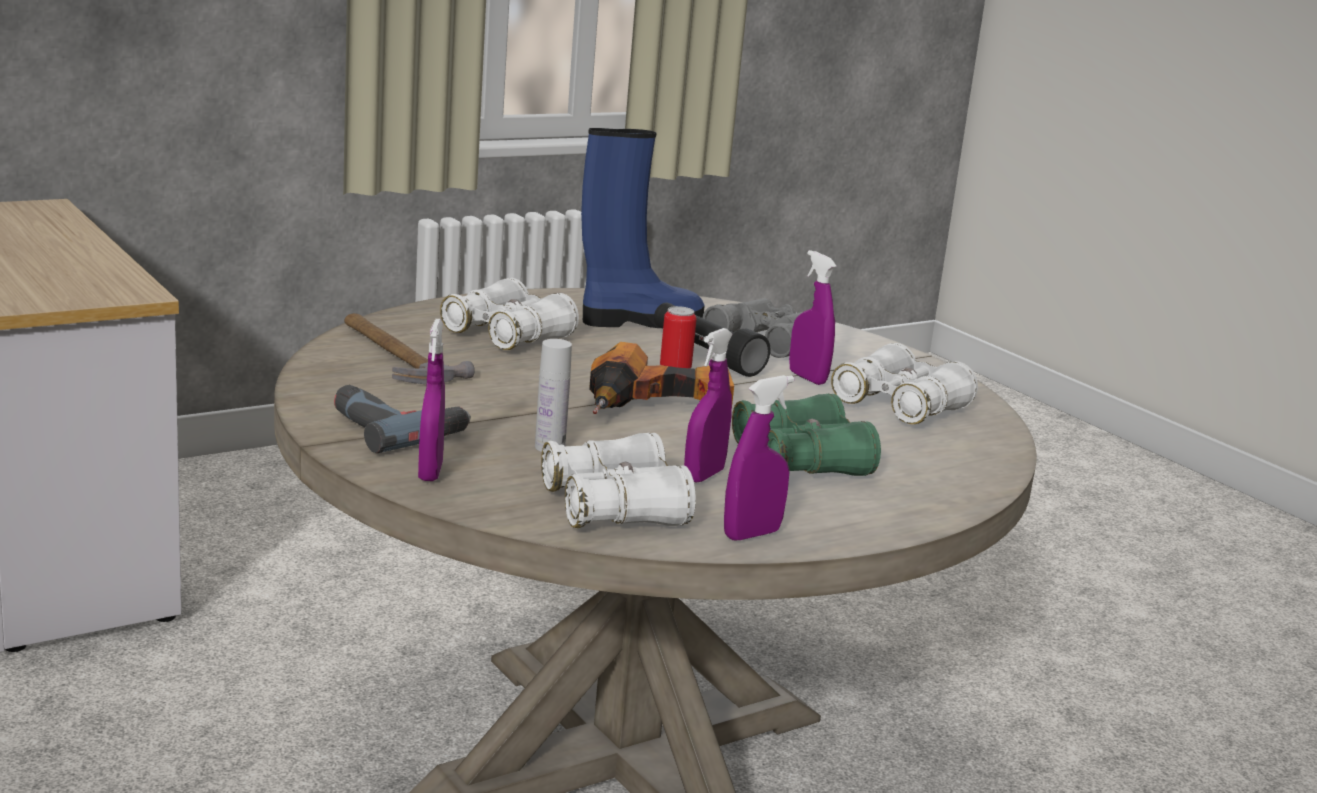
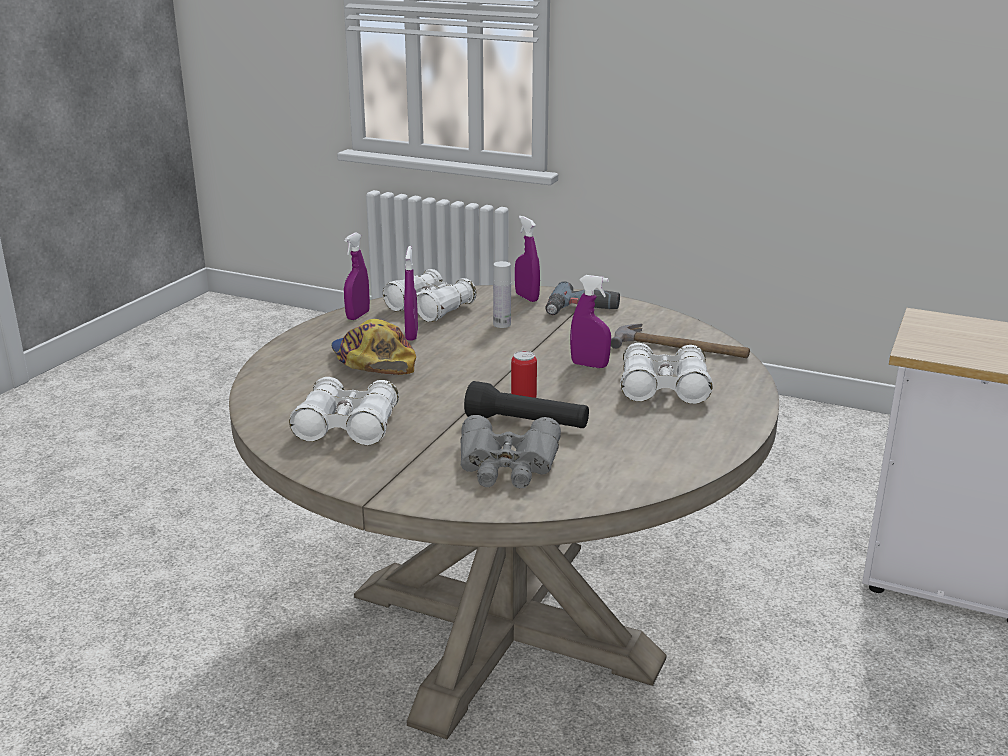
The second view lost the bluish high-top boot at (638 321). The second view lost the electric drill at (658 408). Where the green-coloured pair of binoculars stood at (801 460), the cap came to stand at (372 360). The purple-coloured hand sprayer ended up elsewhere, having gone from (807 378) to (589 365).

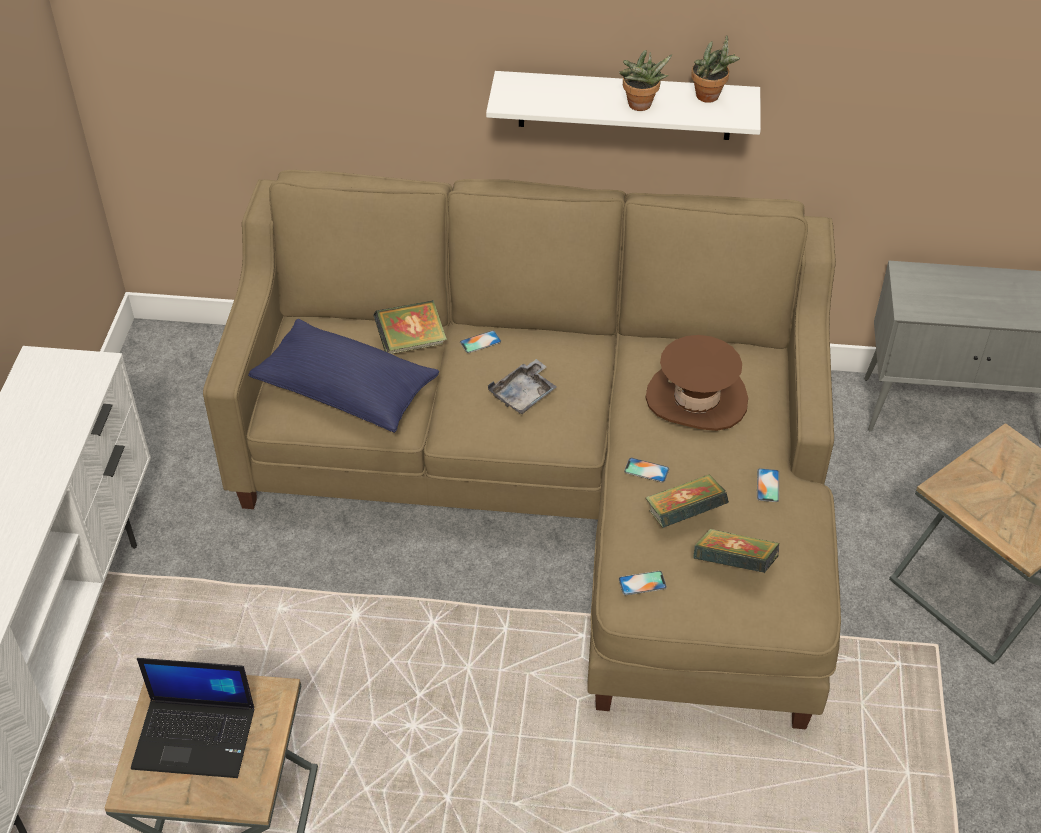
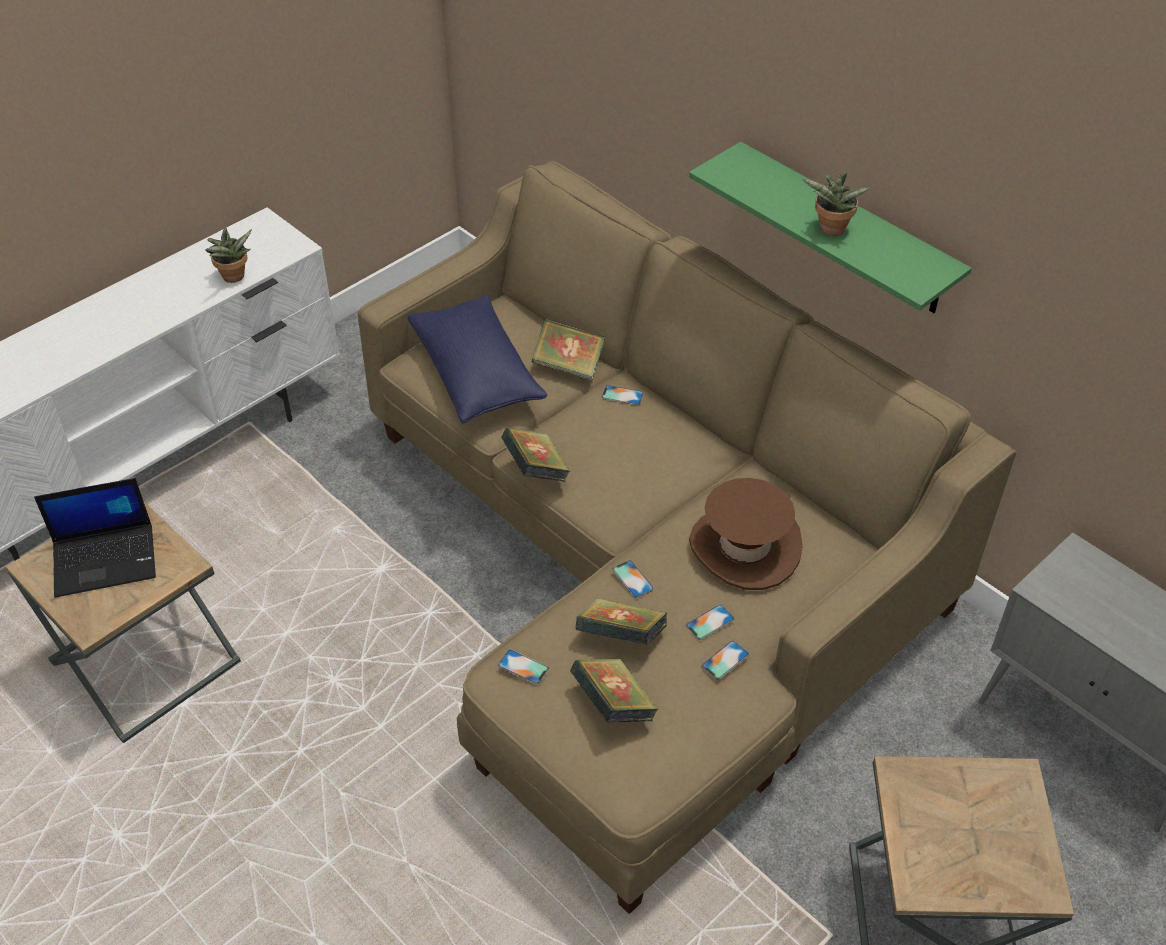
The laptop at (196 737) ended up facing another way, 60 degrees counterclockwise from before. What was the white shelf at (625 105) turned into the green-coloured shelf at (845 230). The second view lost the gray carrying tray at (524 395). The plant in a pot ended up elsewhere, having gone from (711 97) to (234 278). The second view gained the volume at (536 470). The second view gained the telephone at (710 622).

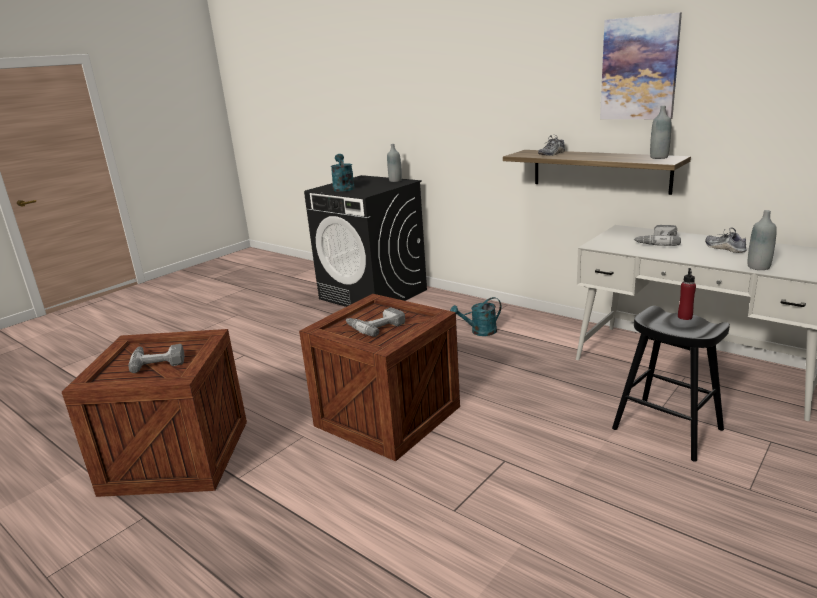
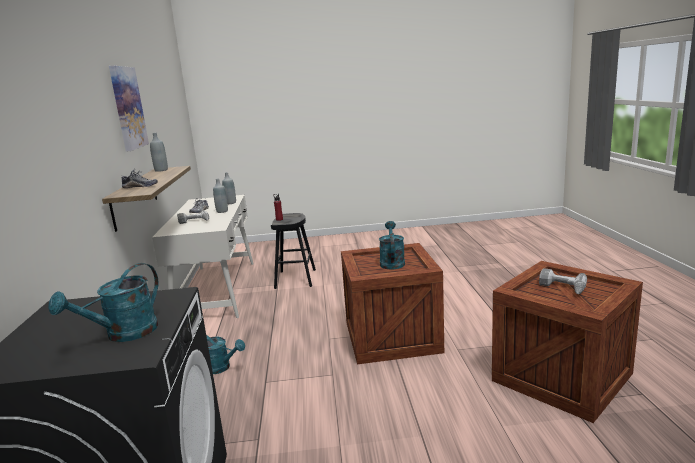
Where the electric drill stood at (375 326), the blue-green watering can came to stand at (391 262). The gray bottle ended up elsewhere, having gone from (395 180) to (222 211).

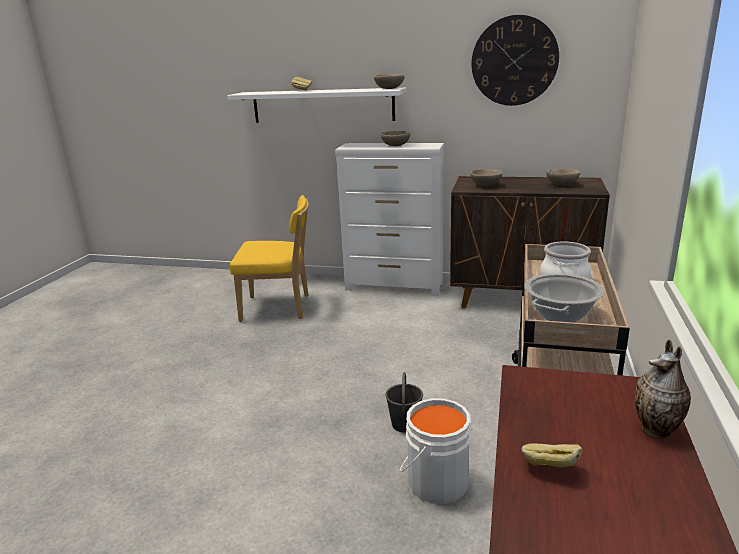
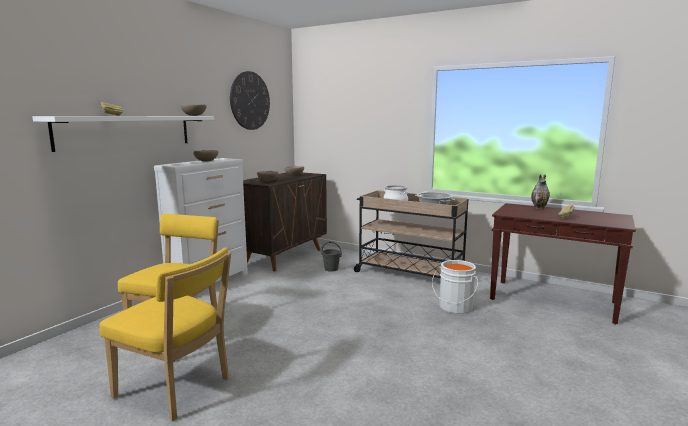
The gray water bucket ended up elsewhere, having gone from (405 424) to (331 269). The second view gained the yellow chair at (176 389).

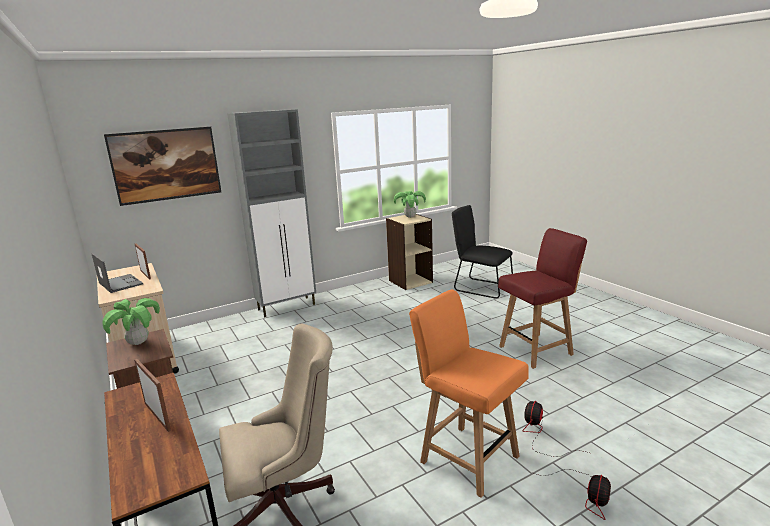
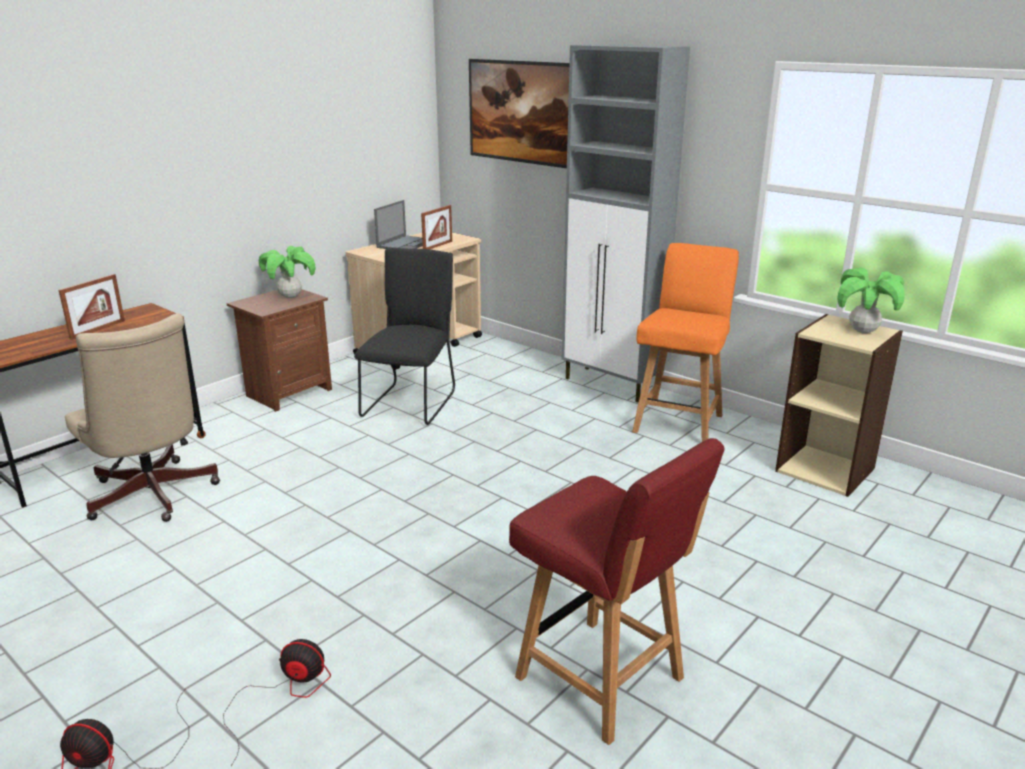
The orange-coloured chair ended up elsewhere, having gone from (467 458) to (679 422). The black chair ended up elsewhere, having gone from (480 287) to (411 402).

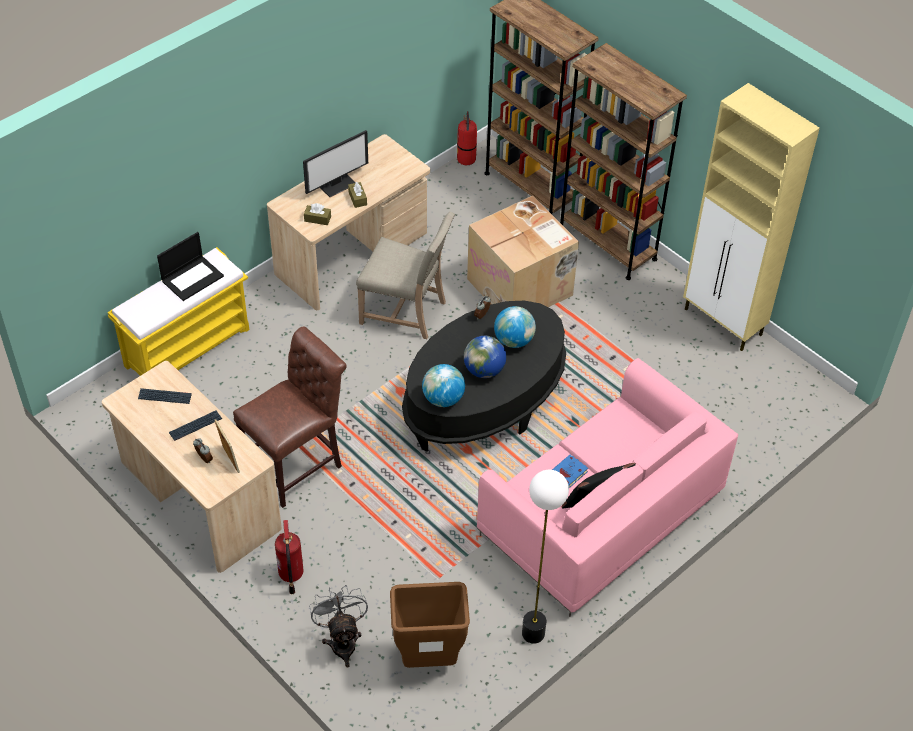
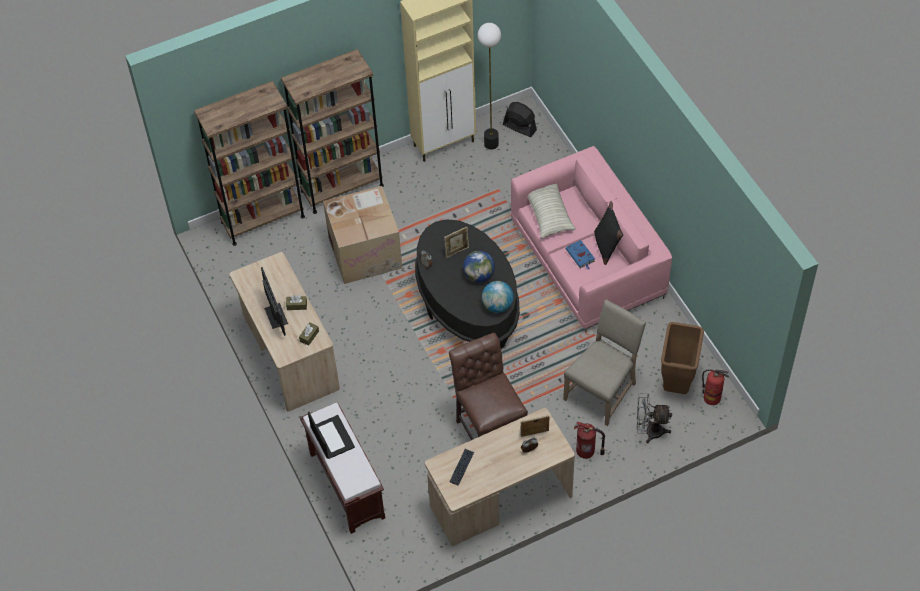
What was the yellow long seat at (188 347) turned into the brown-coloured long seat at (346 484). The second view lost the keyboard at (195 426). The beige chair ended up elsewhere, having gone from (406 312) to (602 391). The fire-fighting cylinder ended up elsewhere, having gone from (466 159) to (712 398). Where the globe stood at (514 340), the picture frame came to stand at (457 251). The standard lamp ended up elsewhere, having gone from (533 633) to (491 144). The second view gained the black fan at (519 127). The second view gained the cushion at (548 215).

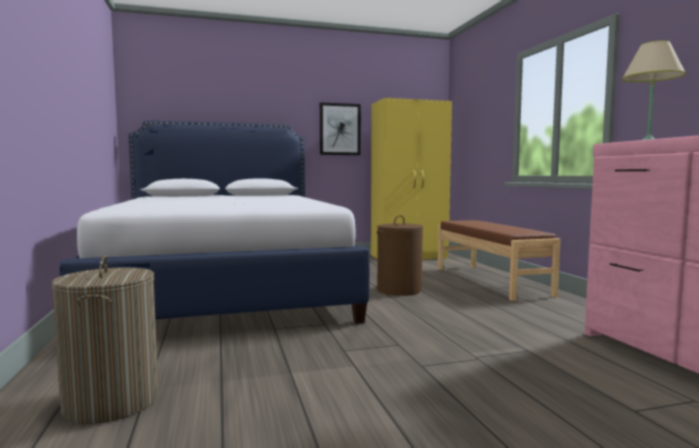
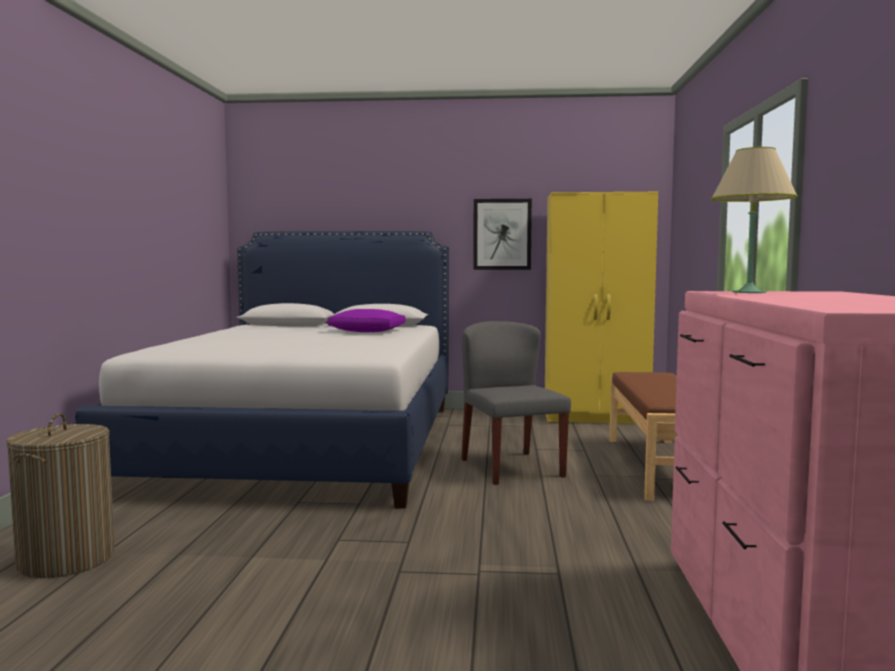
Where the brown-coloured hamper stood at (399 290), the gray chair came to stand at (511 467). The second view gained the purple-coloured cushion at (368 331).

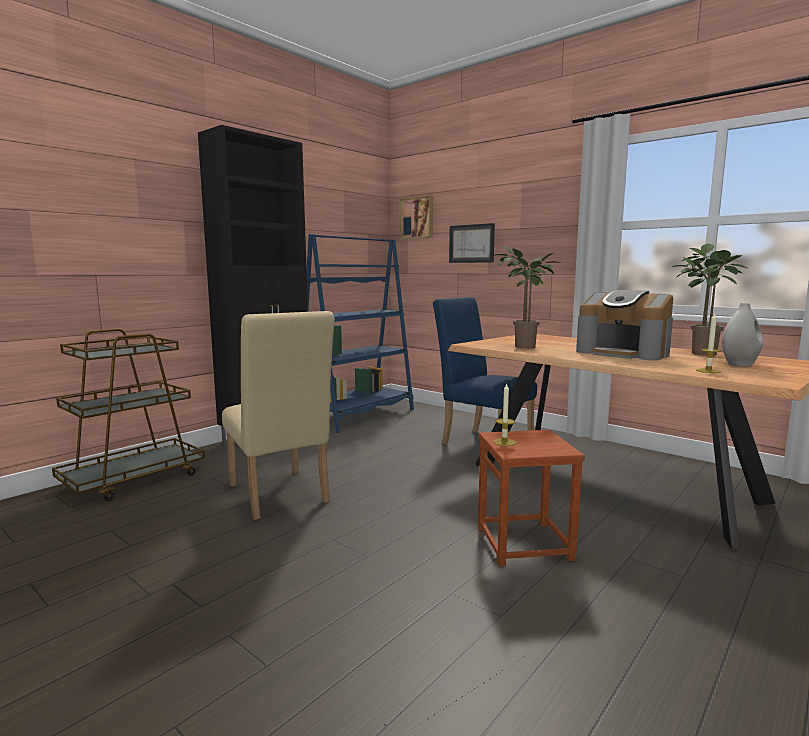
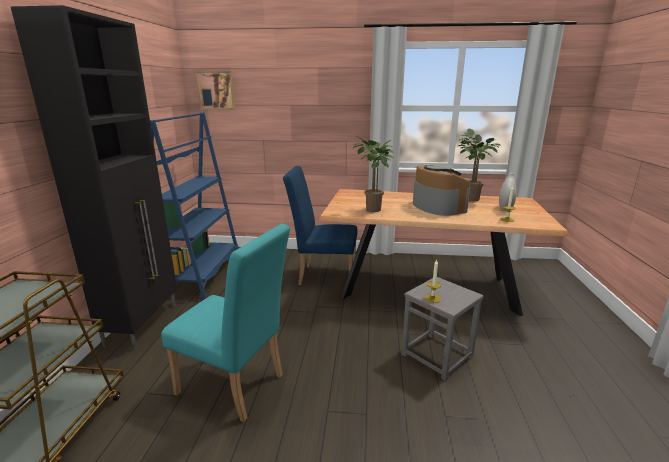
What was the beige chair at (279 497) turned into the blue-green chair at (236 387). The second view lost the wall picture at (471 243). What was the brown-coloured stool at (524 543) turned into the gray stool at (437 355). The coffee brewer at (623 353) ended up facing another way, 120 degrees counterclockwise from before.

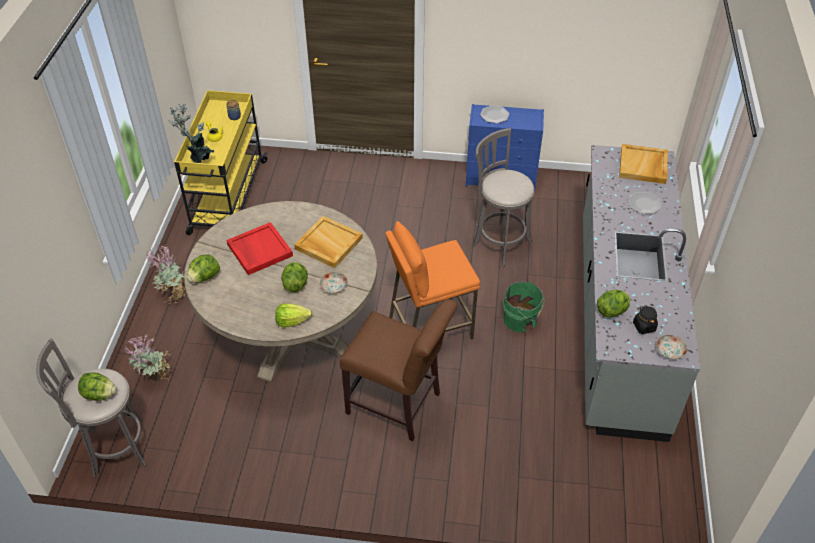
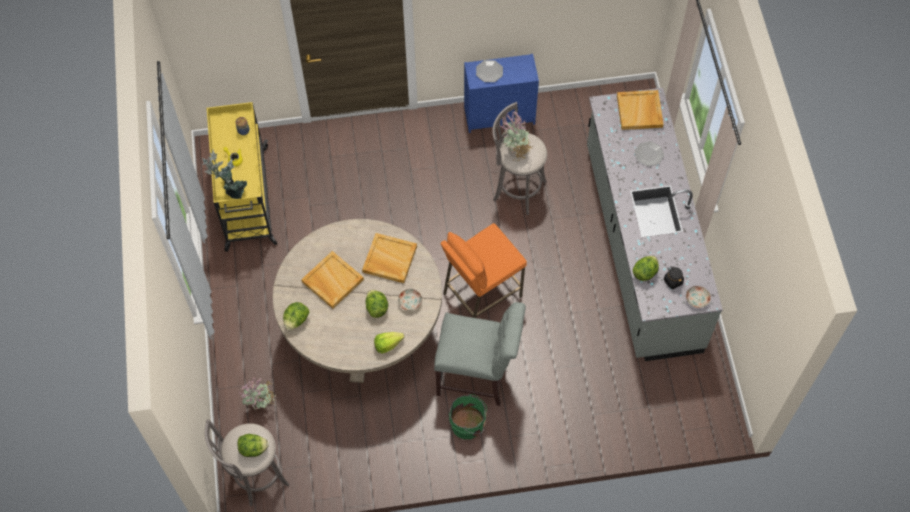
The plant in a pot ended up elsewhere, having gone from (173 295) to (515 150). What was the red-coloured carrying tray at (259 250) turned into the beige carrying tray at (332 281). What was the brown-coloured chair at (398 406) turned into the gray chair at (478 377). The green-coloured water bucket ended up elsewhere, having gone from (522 320) to (469 424).

